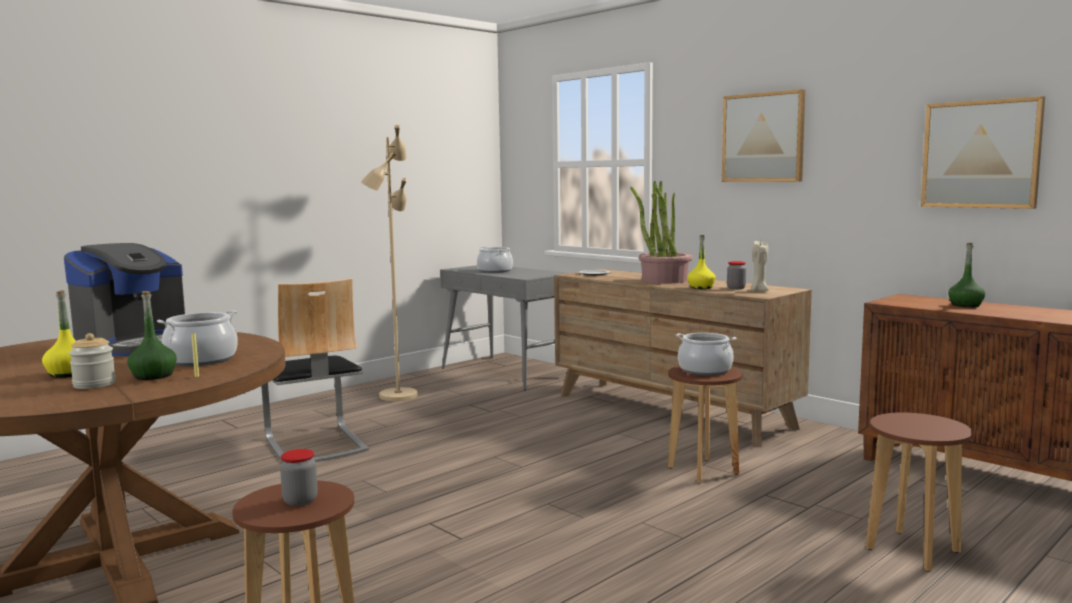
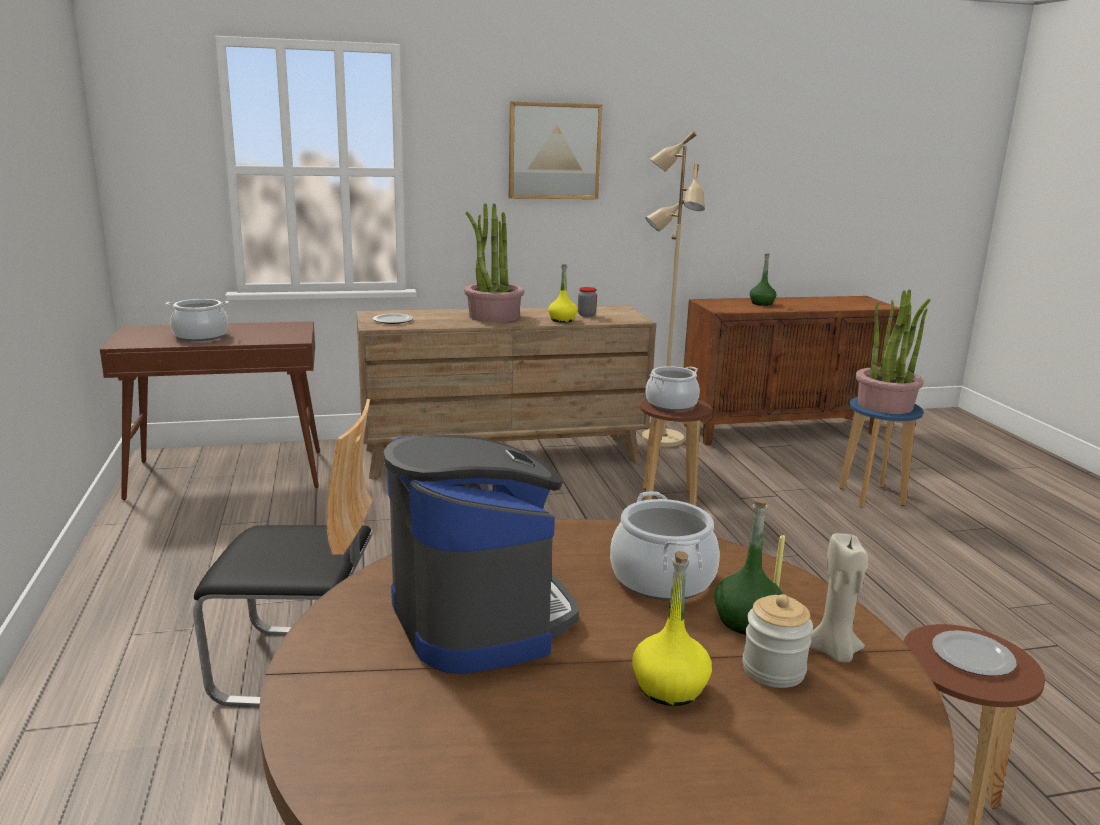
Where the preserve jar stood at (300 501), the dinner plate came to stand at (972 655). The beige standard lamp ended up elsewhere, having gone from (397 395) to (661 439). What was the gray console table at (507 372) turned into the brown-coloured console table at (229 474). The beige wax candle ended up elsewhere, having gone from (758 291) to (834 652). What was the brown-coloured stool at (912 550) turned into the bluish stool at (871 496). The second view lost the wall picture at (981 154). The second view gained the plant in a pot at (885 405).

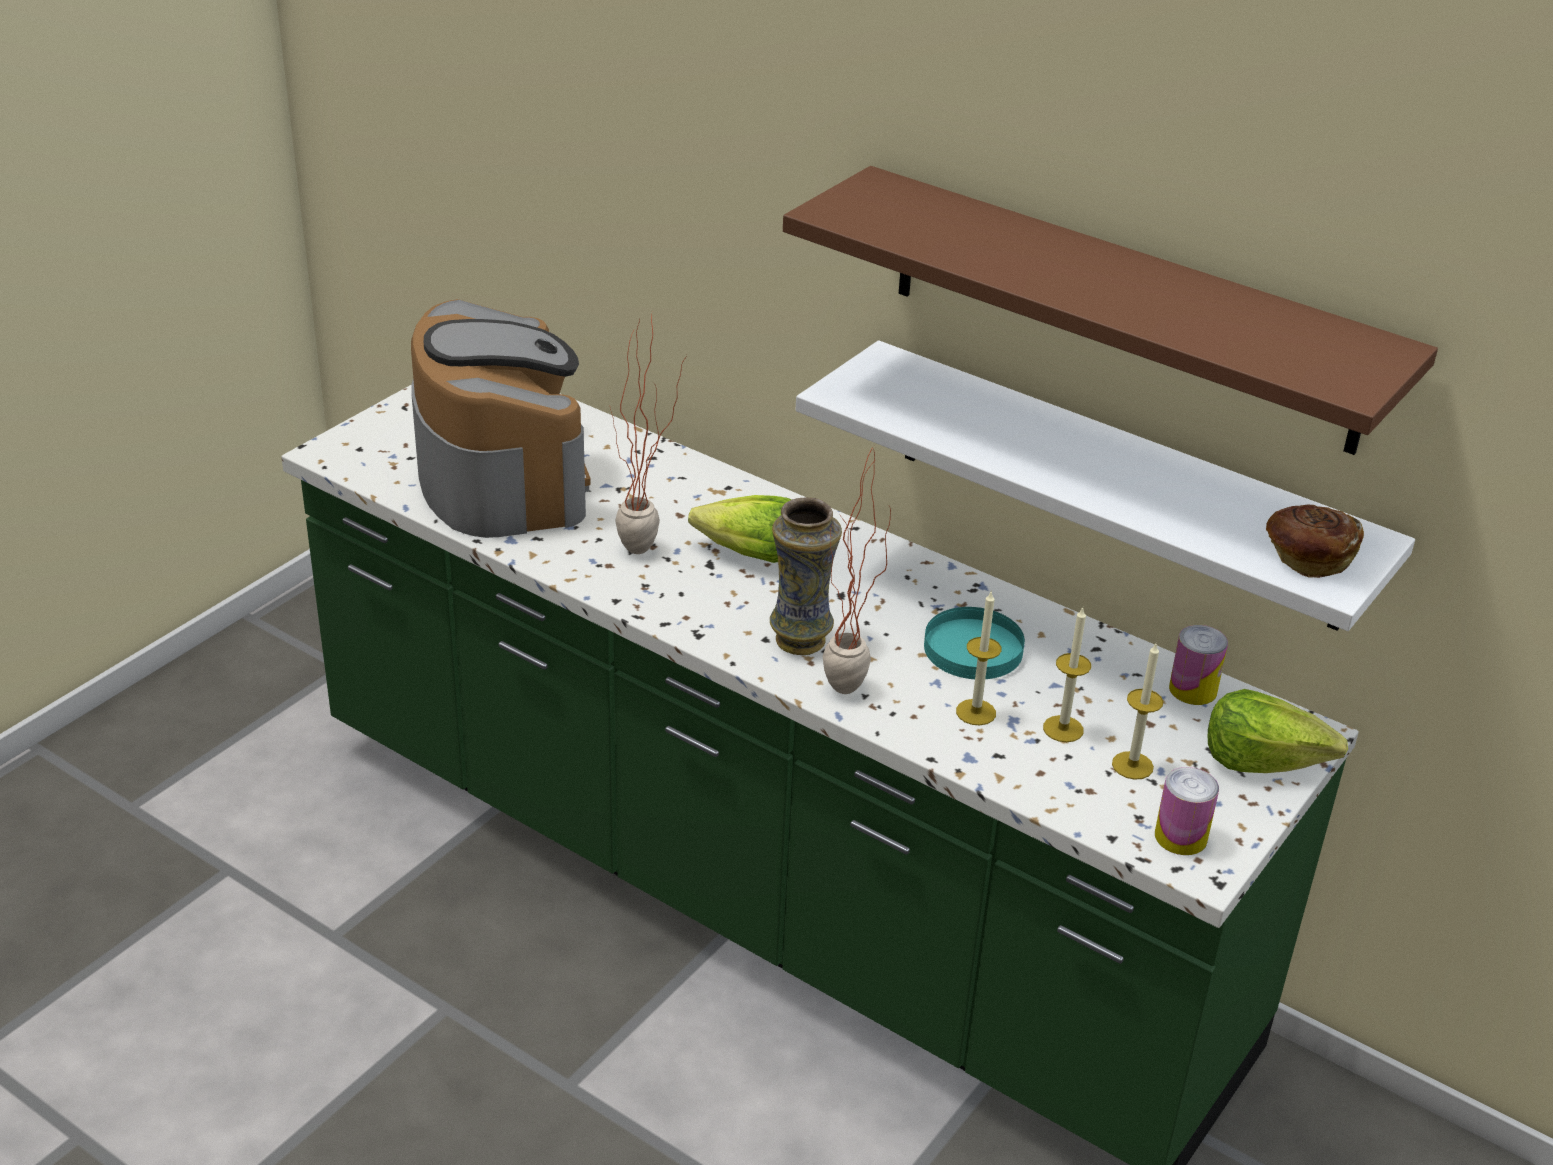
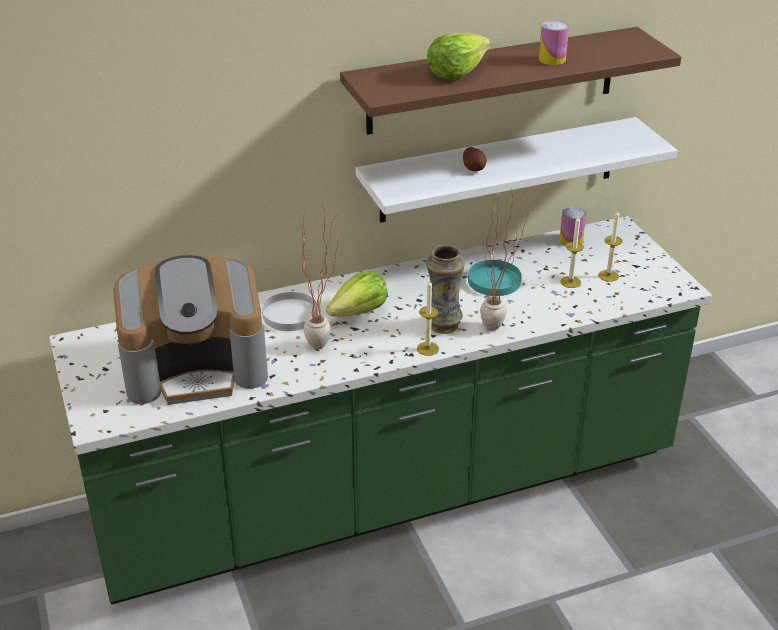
The coffee brewer at (501 475) ended up facing another way, 150 degrees clockwise from before. The wax candle ended up elsewhere, having gone from (975 712) to (427 348). The can ended up elsewhere, having gone from (1180 837) to (552 59). The lettuce head ended up elsewhere, having gone from (1263 760) to (456 72). The second view lost the baked bread at (1308 557). The second view gained the white dinner plate at (290 314). The second view gained the whole potato at (474 168).

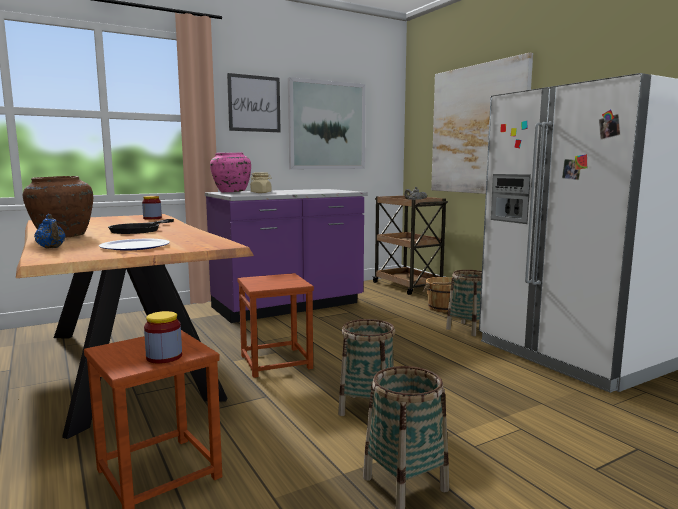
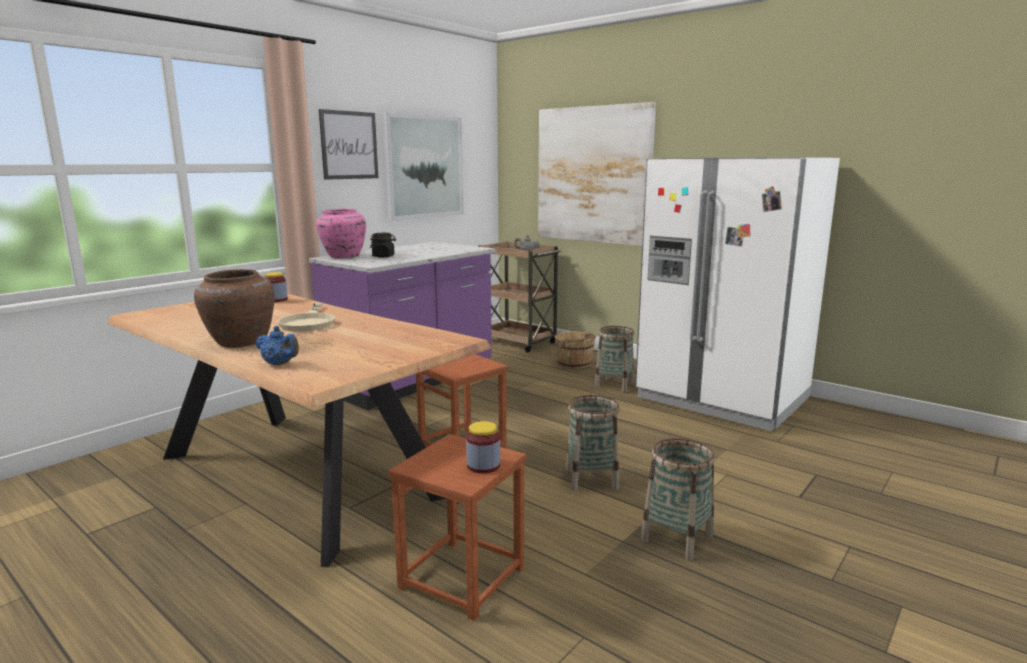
The second view lost the dinner plate at (135 246). What was the black skillet at (140 229) turned into the beige skillet at (309 322). What was the beige preserve jar at (261 192) turned into the black preserve jar at (383 256).

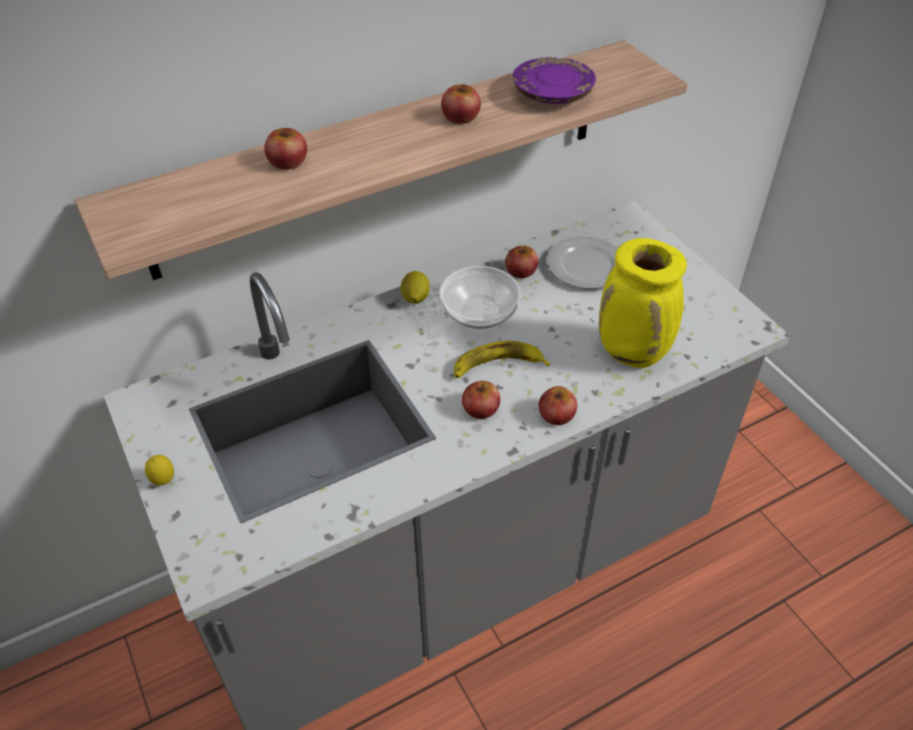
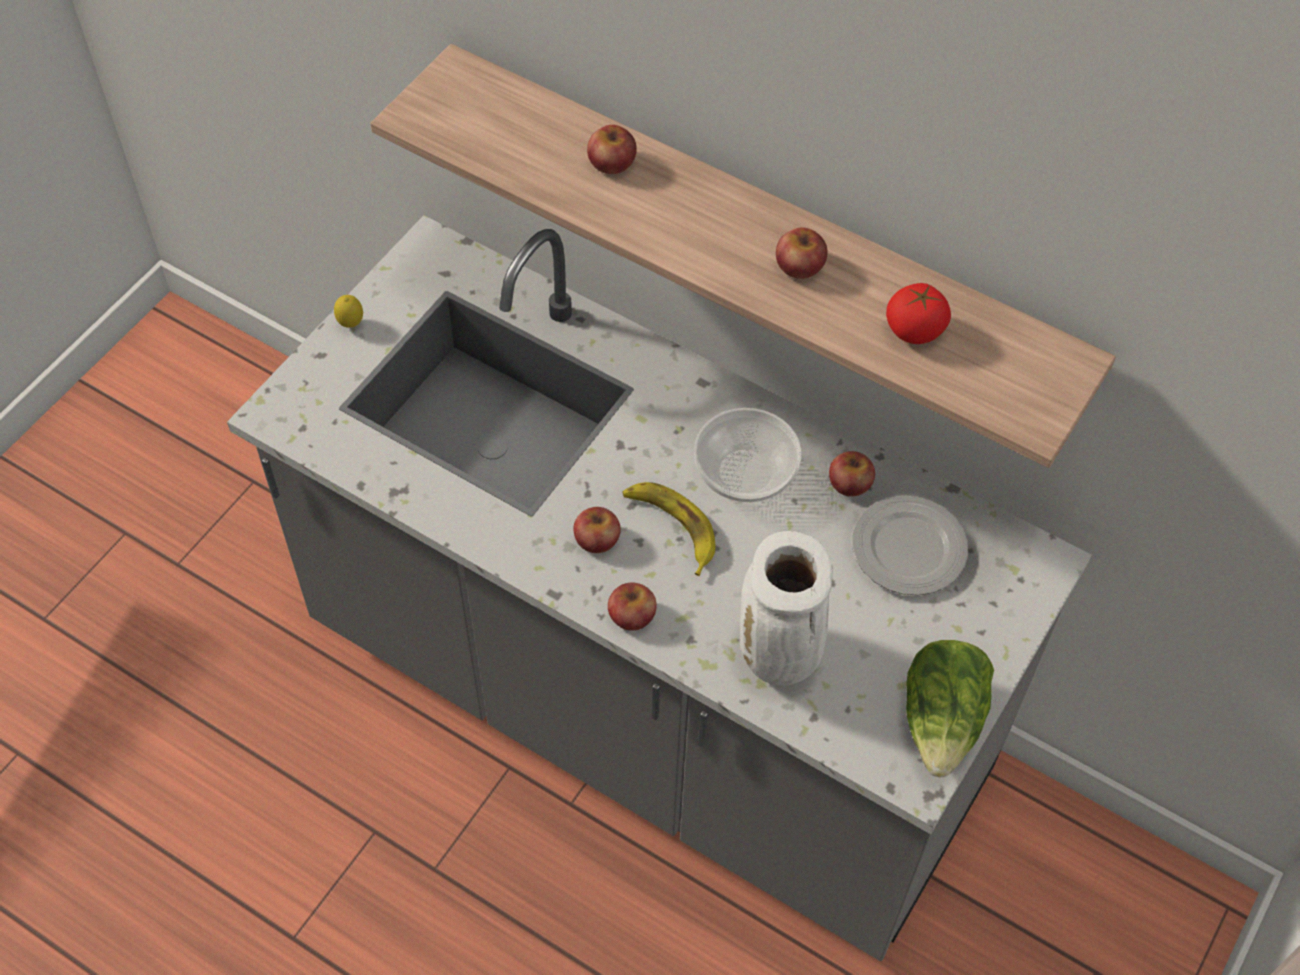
The second view lost the whole lemon at (415 299). Where the purple-coloured dinner plate stood at (552 94), the whole tomato came to stand at (914 330). What was the yellow decorative vase at (634 353) turned into the white decorative vase at (781 658). The second view gained the lettuce head at (943 721).

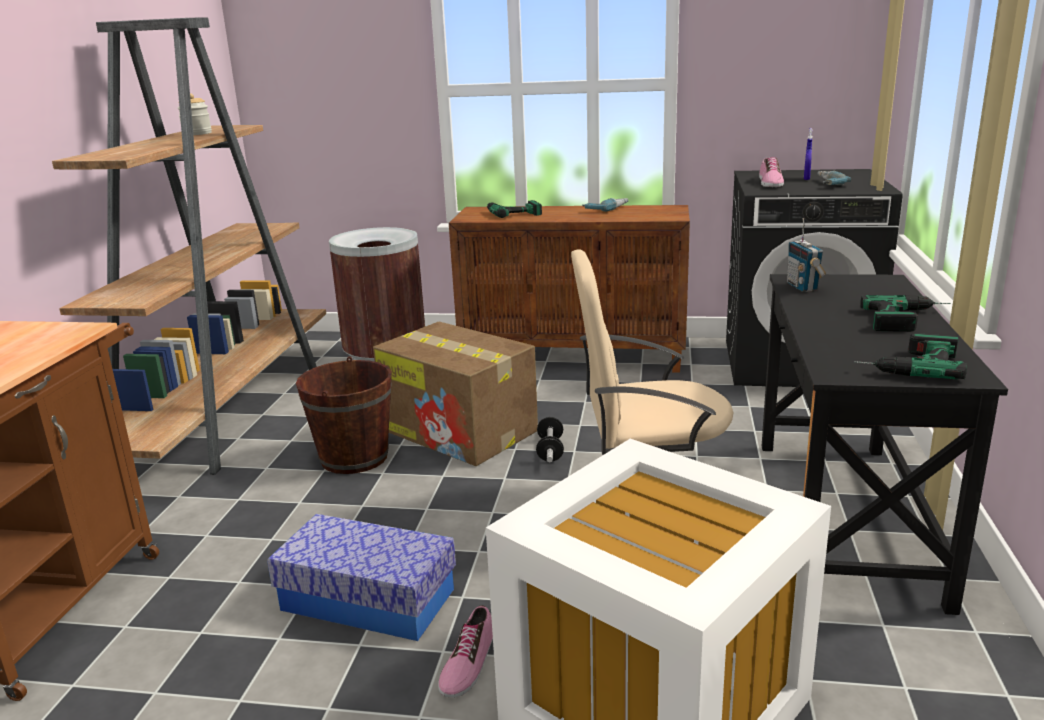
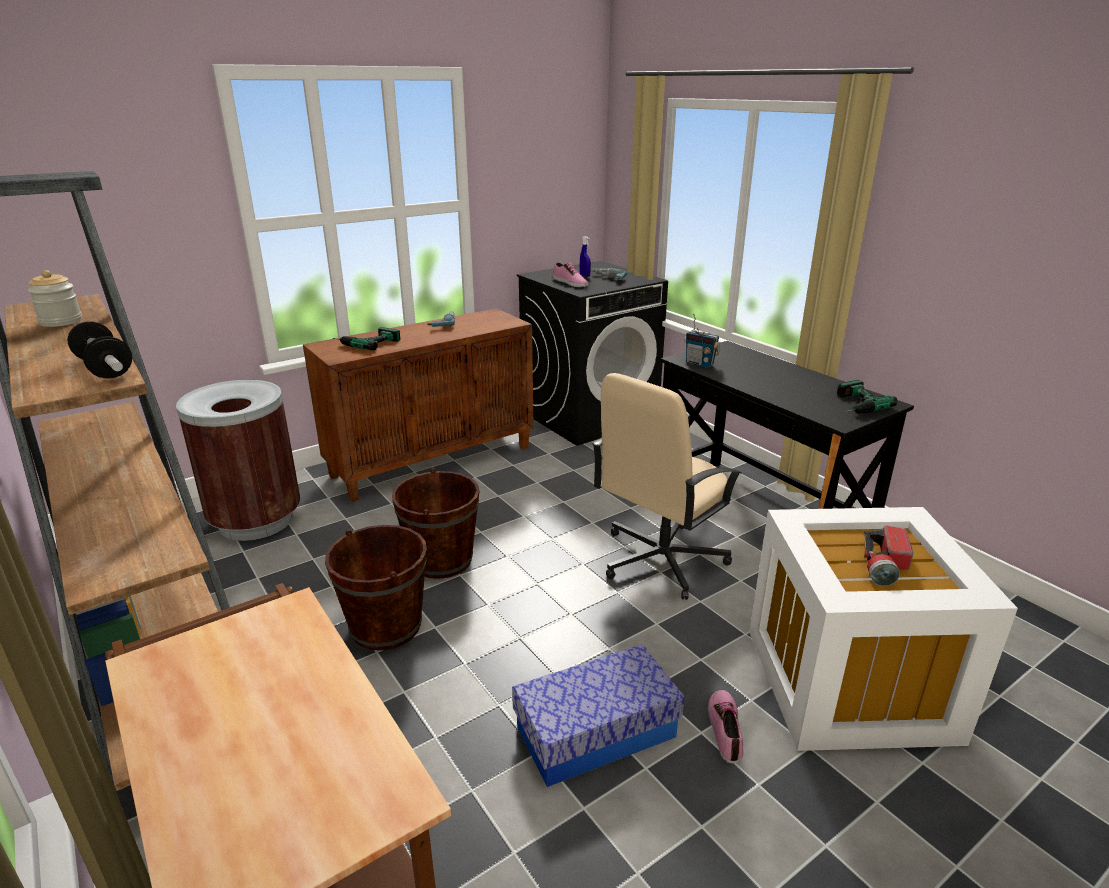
Where the carton stood at (461 431), the brown-coloured water bucket came to stand at (441 560). The item of footwear at (467 662) ended up facing another way, 150 degrees counterclockwise from before. The dumbbell ended up elsewhere, having gone from (550 450) to (105 368). The second view lost the electric drill at (910 319). The second view gained the flashlight at (884 565).

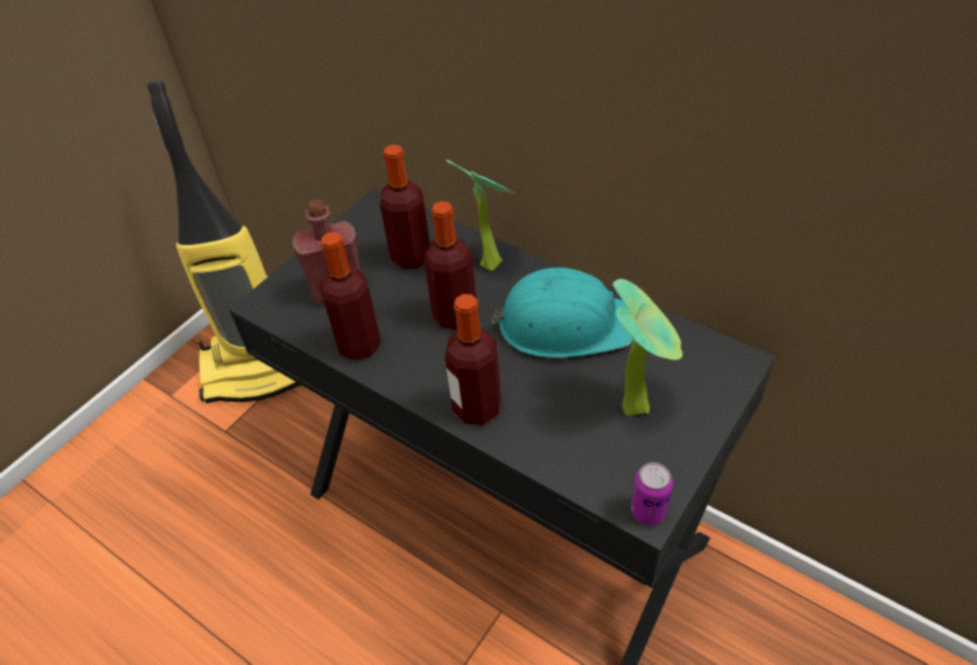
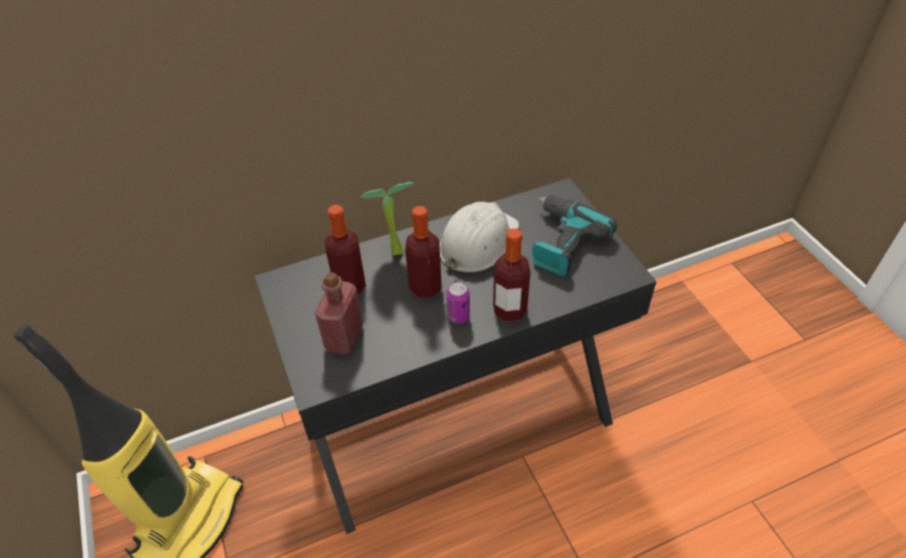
The second view lost the bottle at (359 345). What was the blue-green work helmet at (564 324) turned into the white work helmet at (477 242). Where the plant in a pot stood at (638 404), the electric drill came to stand at (561 242). The can ended up elsewhere, having gone from (648 511) to (458 316).

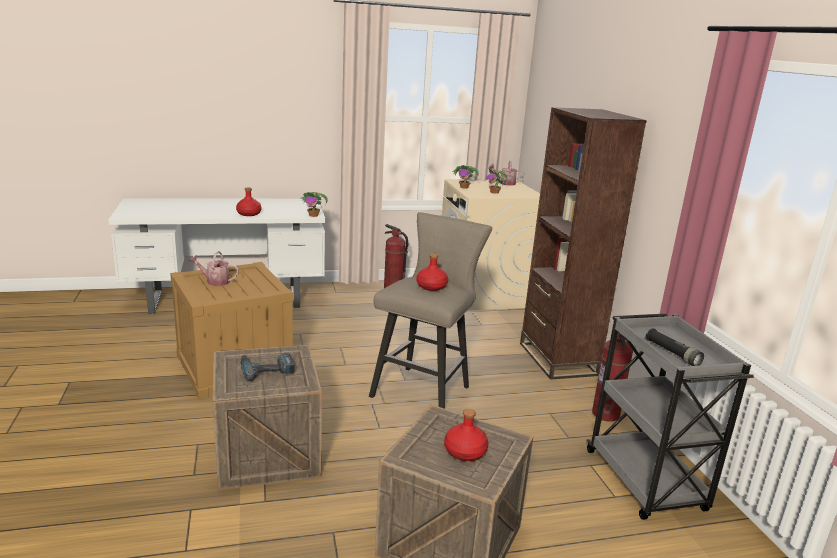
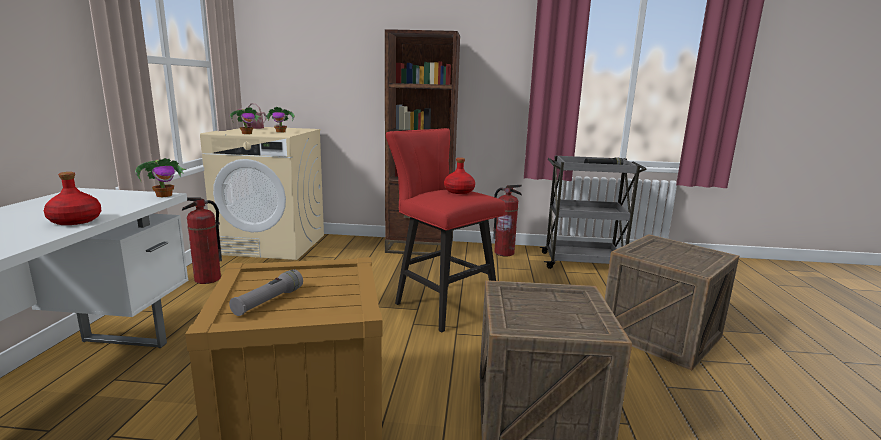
Where the watering can stood at (215 281), the gray flashlight came to stand at (268 301). The second view lost the electric drill at (266 369). What was the beige stool at (425 389) turned into the red-coloured stool at (440 303). The second view lost the red-coloured bottle at (465 451).

